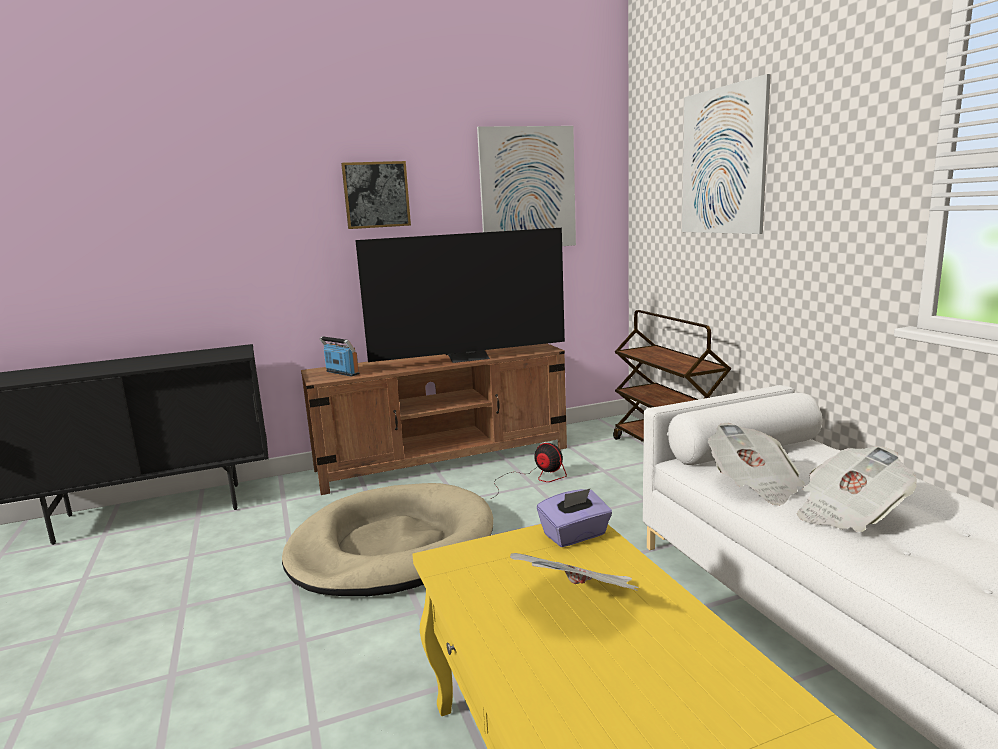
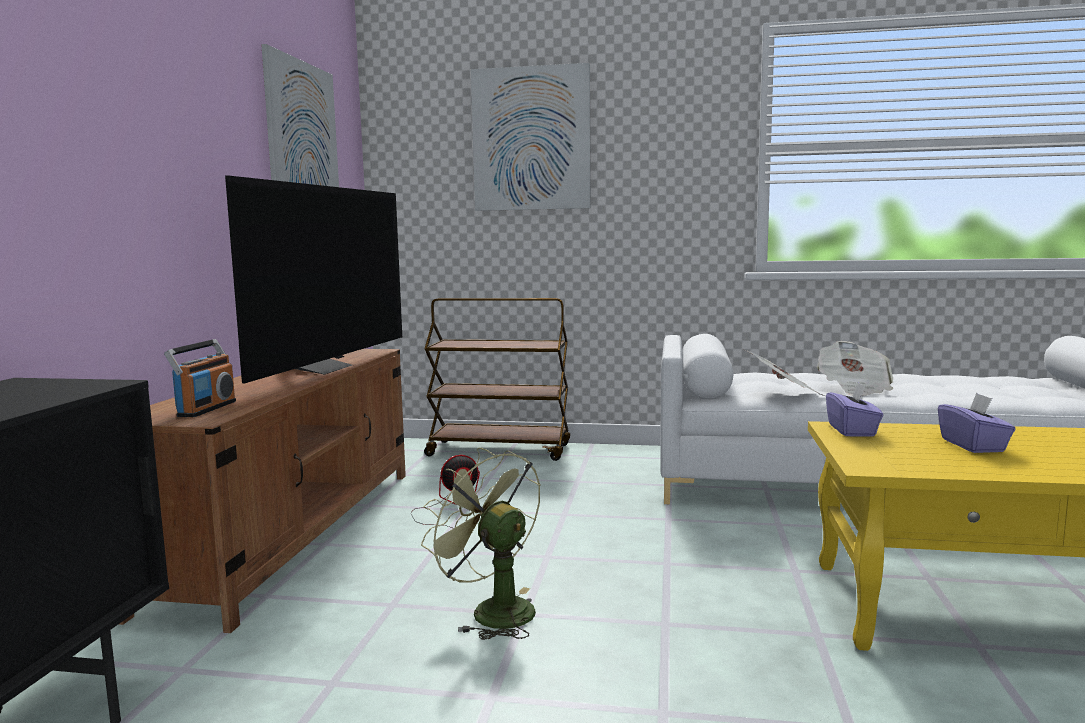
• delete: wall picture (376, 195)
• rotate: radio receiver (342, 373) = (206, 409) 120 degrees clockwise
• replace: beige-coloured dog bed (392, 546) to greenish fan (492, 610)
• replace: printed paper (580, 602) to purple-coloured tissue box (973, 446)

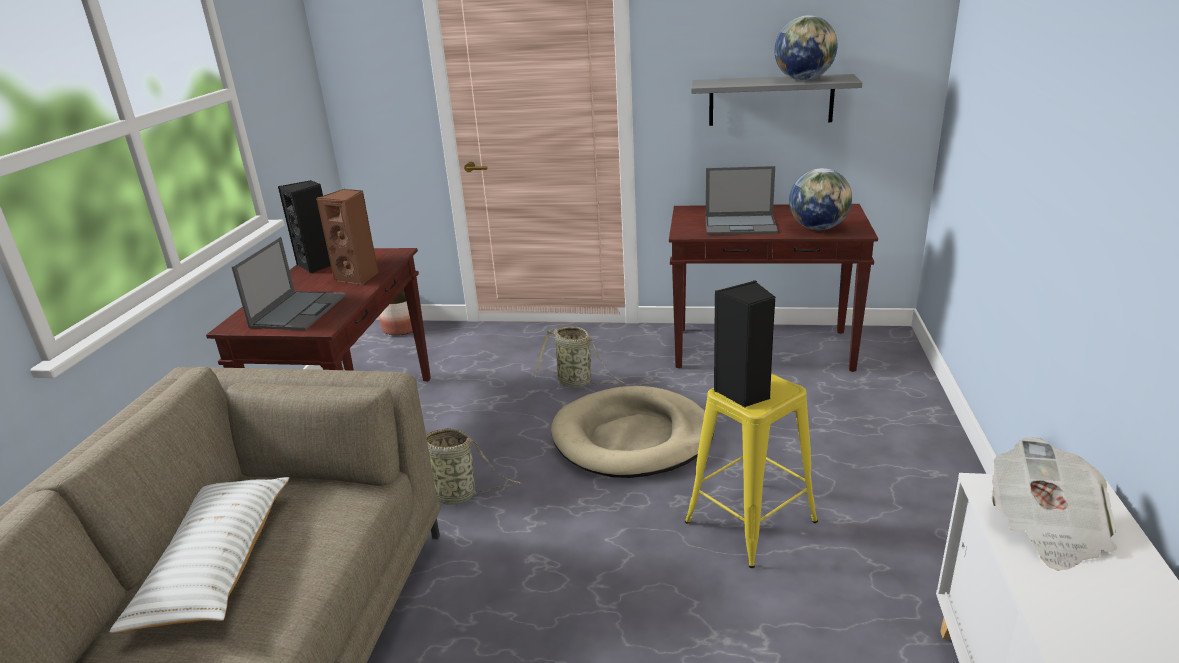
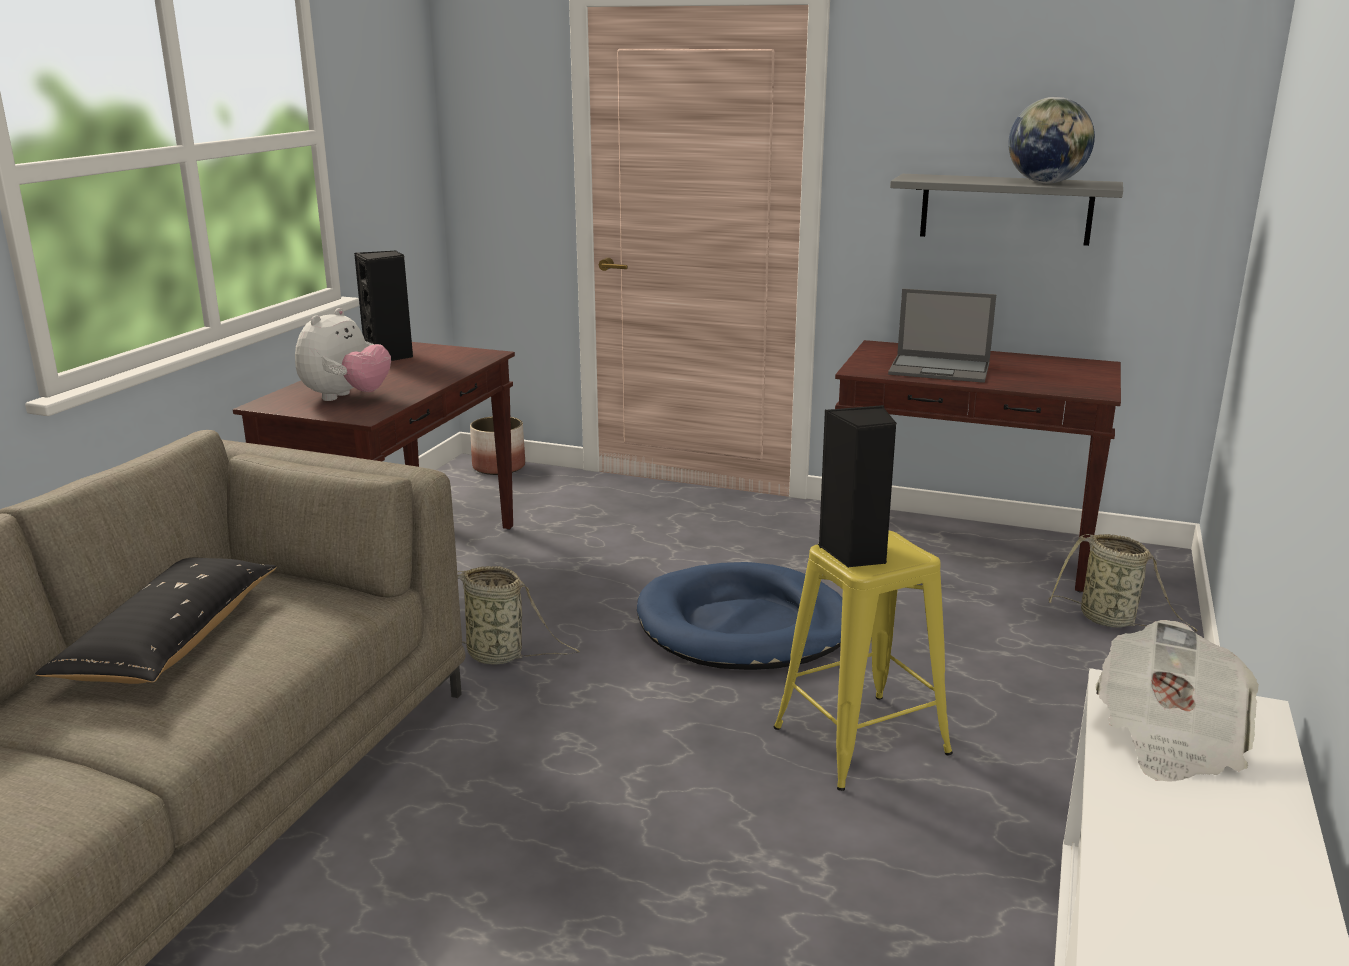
• delete: desk globe (818, 228)
• delete: brownish speaker (359, 277)
• replace: notebook computer (299, 310) to soft toy (346, 398)
• move: storage basket (577, 382) to (1111, 620)
• recolor: beige-coloured dog bed (632, 438) to blue-coloured dog bed (744, 626)
• recolor: white-coloured throw pillow (217, 564) to black-coloured throw pillow (171, 641)

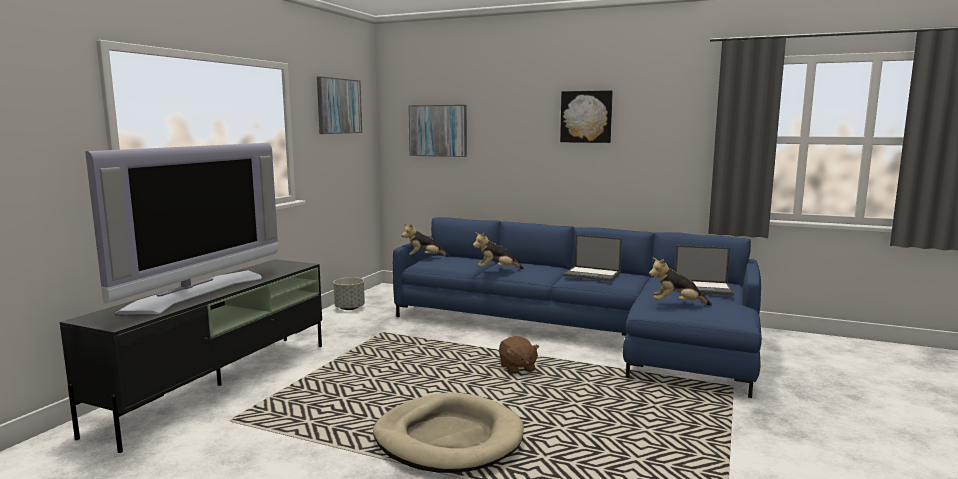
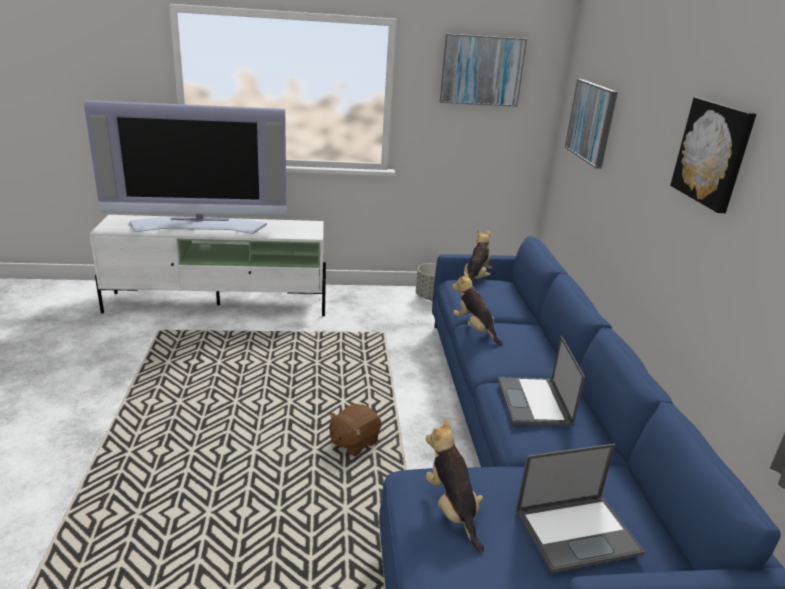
• rotate: soft toy (424, 258) = (476, 278) 60 degrees clockwise
• rotate: notebook computer (703, 288) = (578, 531) 90 degrees counterclockwise
• recolor: black-coloured tv stand (221, 384) to white-coloured tv stand (219, 304)
• delete: beige-coloured dog bed (448, 438)

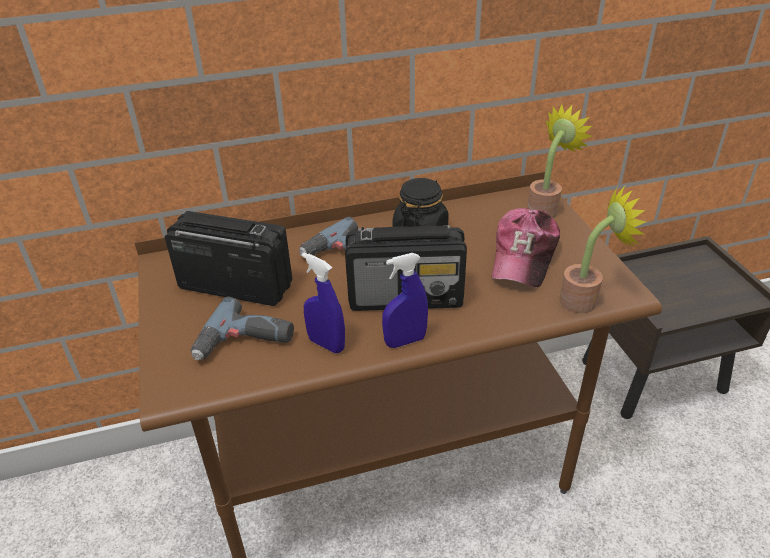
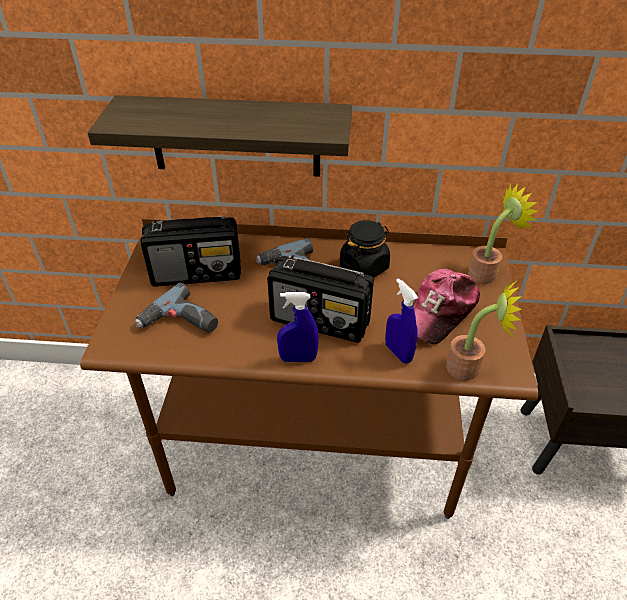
• rotate: radio receiver (235, 286) = (197, 273) 135 degrees clockwise
• move: blue-coloured hand sprayer (326, 344) to (398, 353)
• insert: shelf (235, 137)

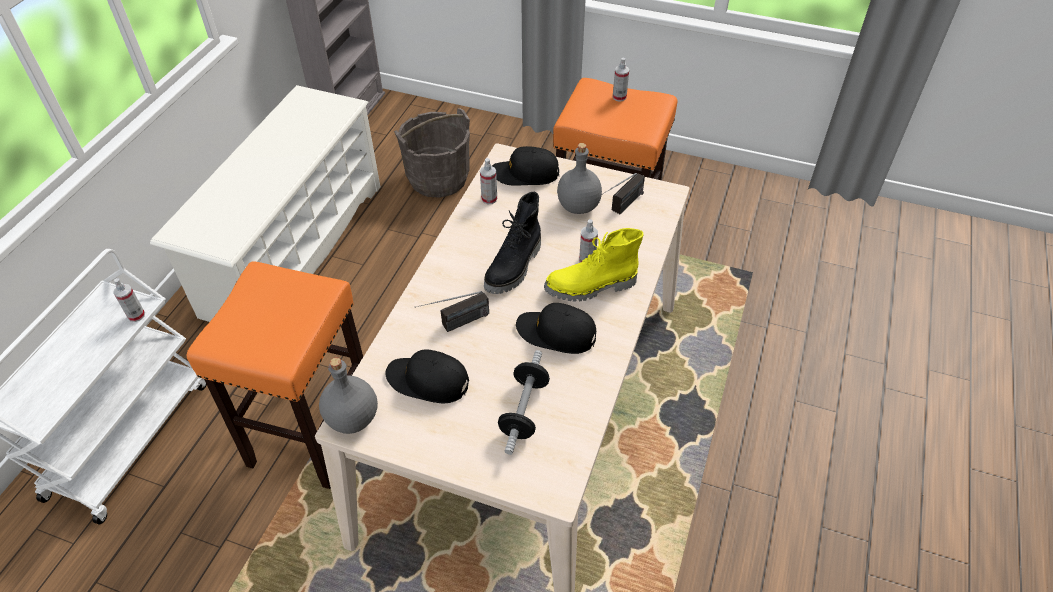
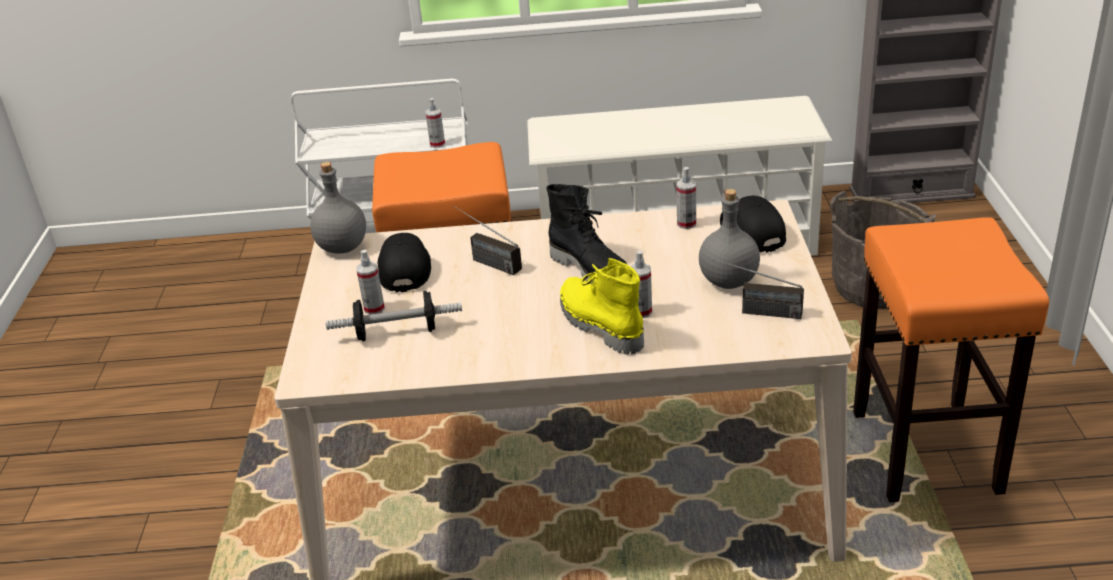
• move: hand sprayer (619, 97) to (374, 308)
• rotate: black-coloured high-top boot (515, 267) = (592, 270) 135 degrees counterclockwise
• delete: black-coloured cap (556, 333)

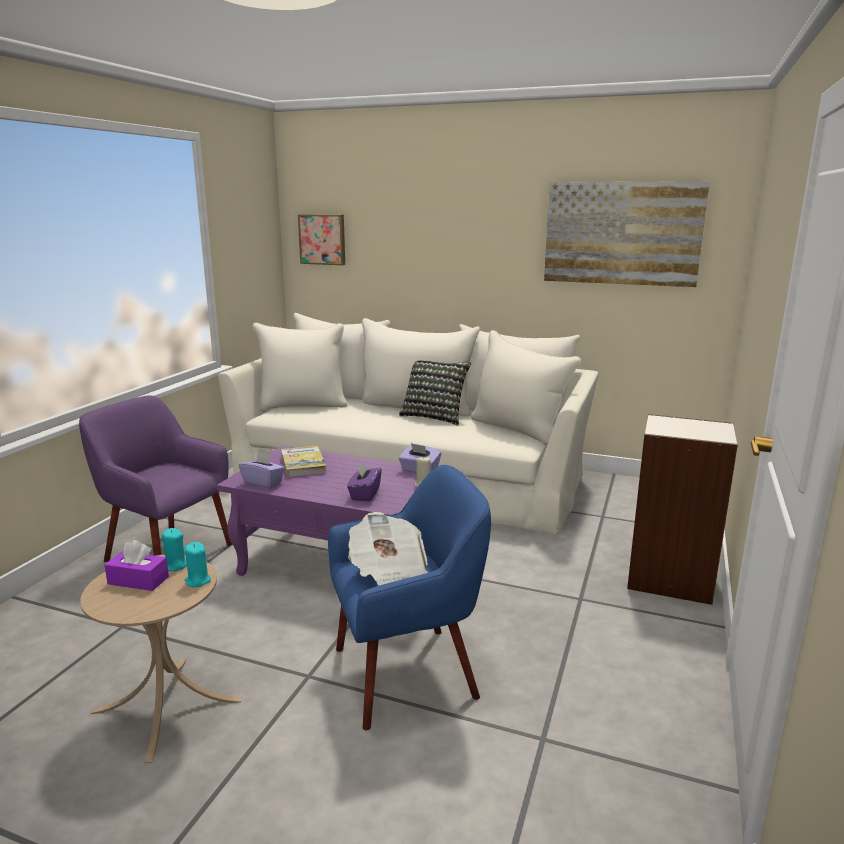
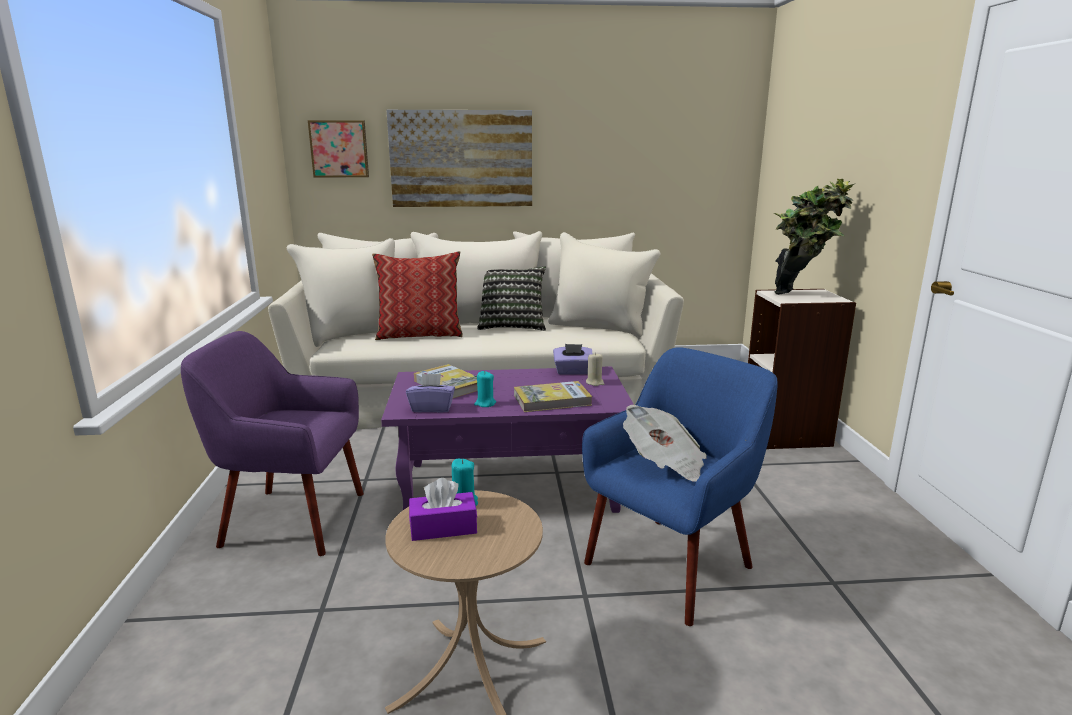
• move: wall picture (622, 233) to (461, 159)
• replace: purple-coloured tissue box (364, 494) to book (552, 400)
• move: turquoise-coloured wax candle (197, 581) to (485, 404)
• insert: plant in a pot (802, 295)
• insert: throw pillow (420, 334)

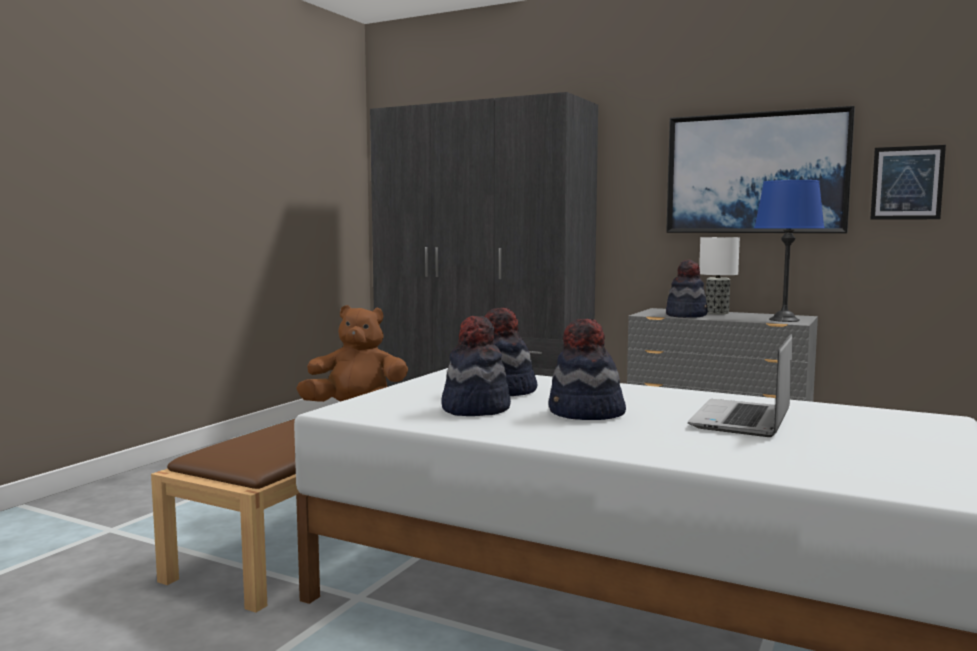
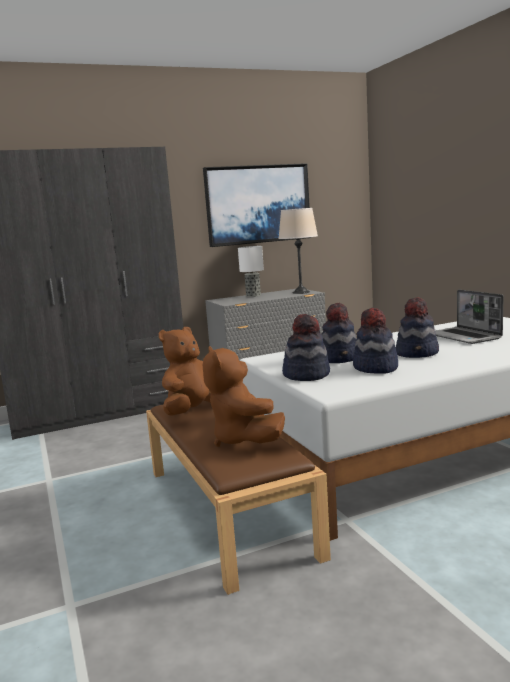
• delete: wall picture (907, 183)
• recolor: blue-coloured table lamp (783, 320) to beige-coloured table lamp (301, 292)
• move: wearable hat (686, 315) to (306, 375)
• insert: brownish soft toy (244, 440)

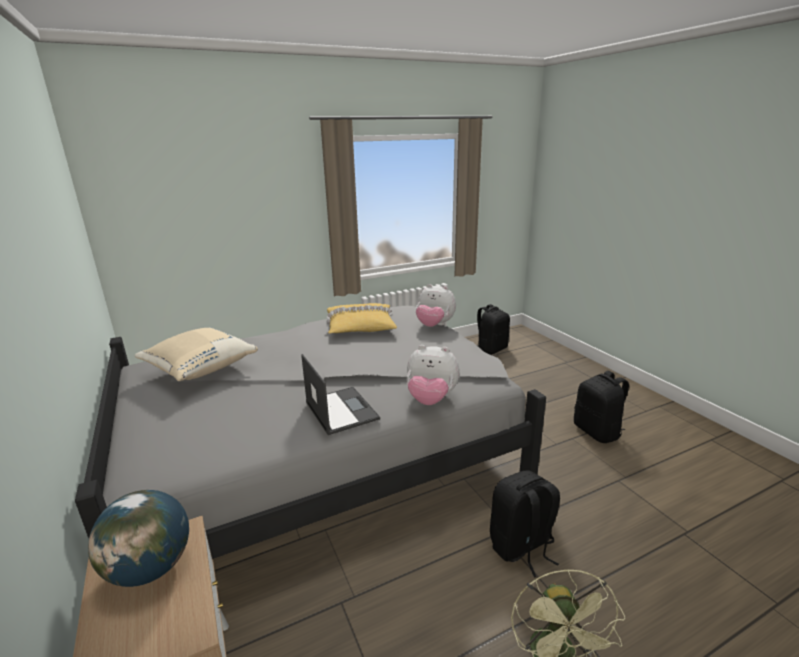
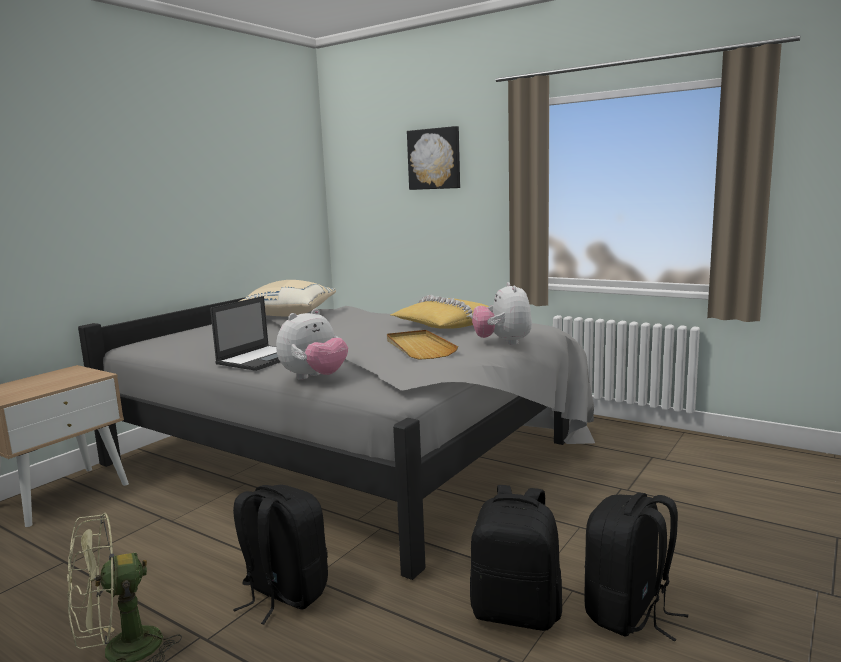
• move: black-coloured knapsack (491, 349) to (516, 612)
• rotate: soft toy (431, 399) = (314, 378) 120 degrees counterclockwise
• delete: desk globe (150, 567)
• insert: wall picture (434, 159)
• insert: beige-coloured serving tray (419, 347)

